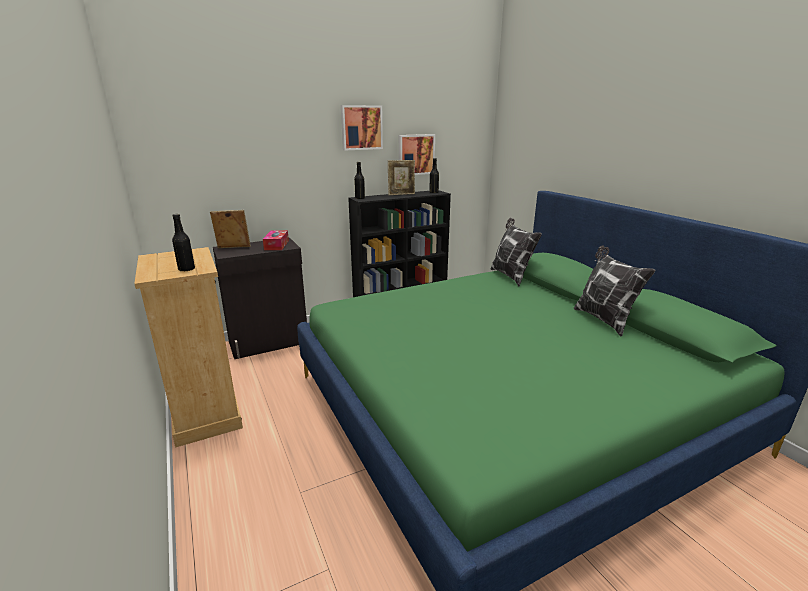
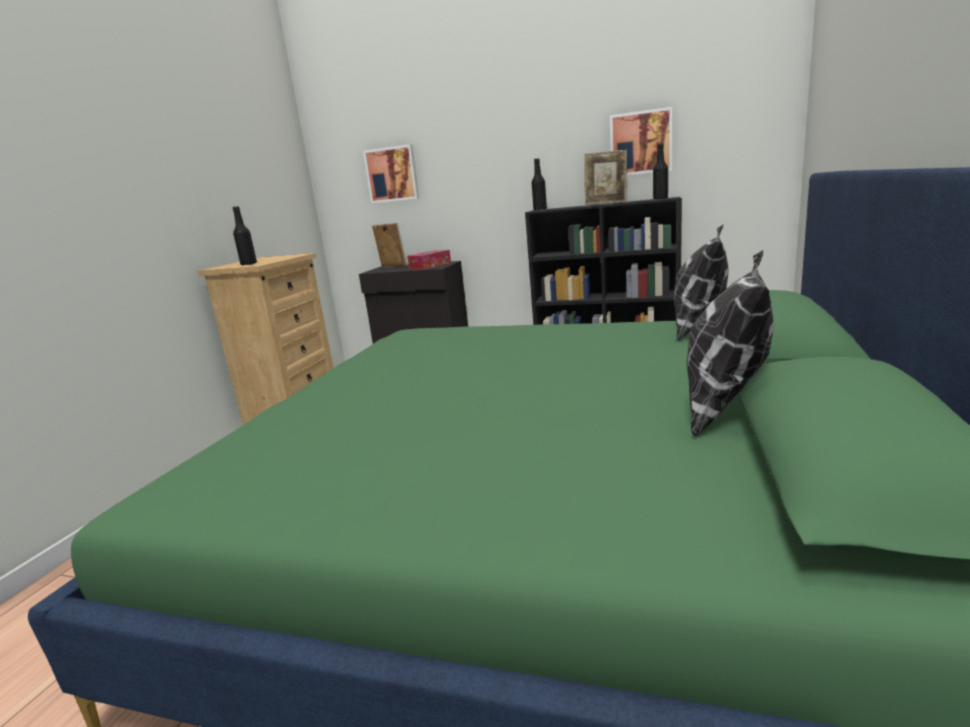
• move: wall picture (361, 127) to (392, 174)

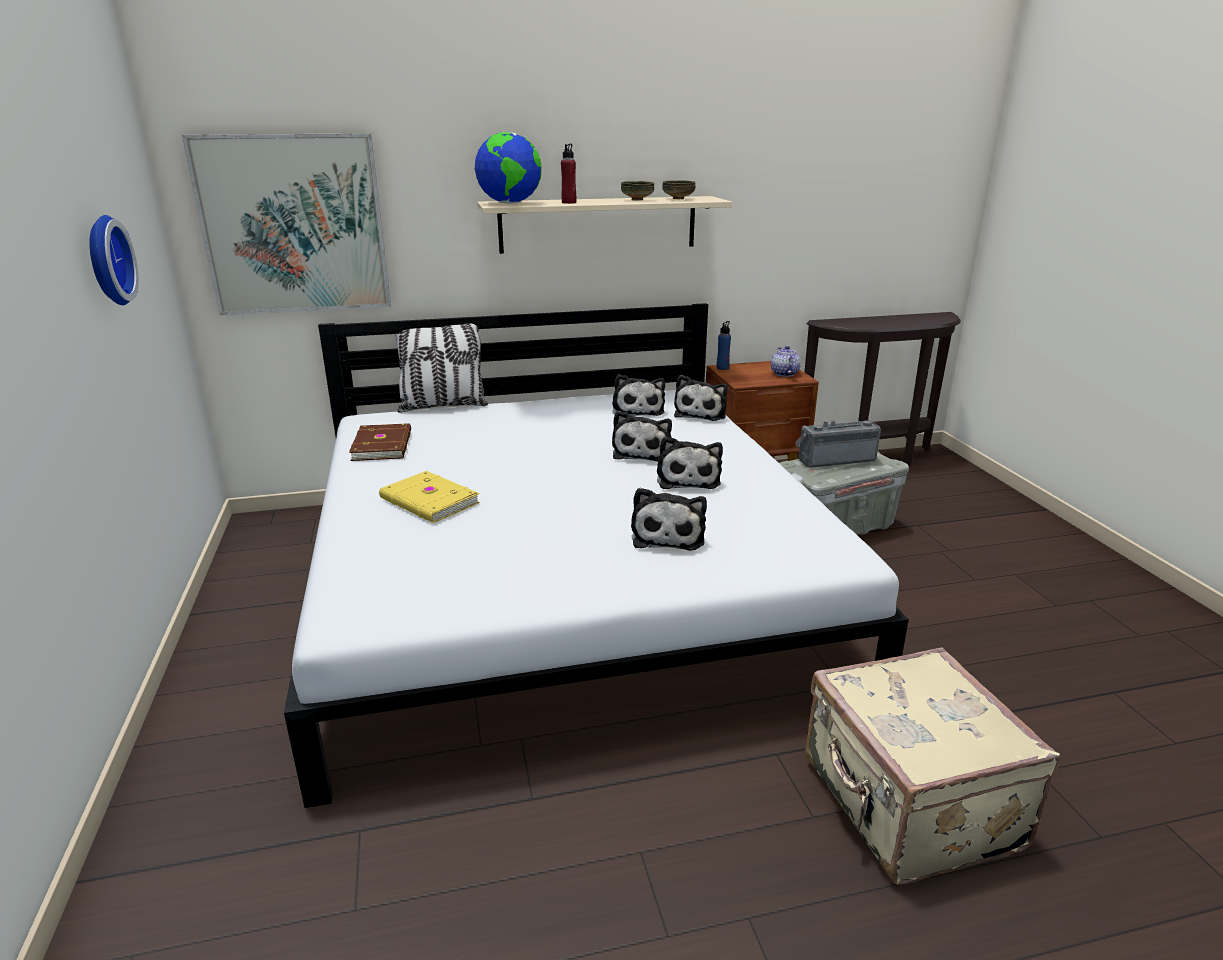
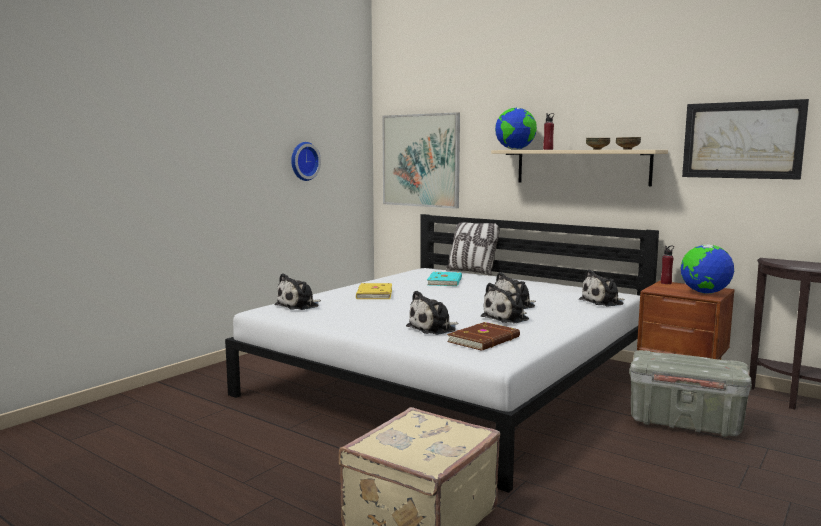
• recolor: blue-coloured bottle (722, 368) to reddish bottle (666, 283)
• replace: pot for tea (784, 374) to desk globe (704, 293)
• move: soft toy (637, 410) to (299, 306)
• delete: radio receiver (835, 459)
• move: brownish book (383, 445) to (485, 340)
• insert: wall picture (742, 140)
• insert: turquoise-coloured book (445, 281)

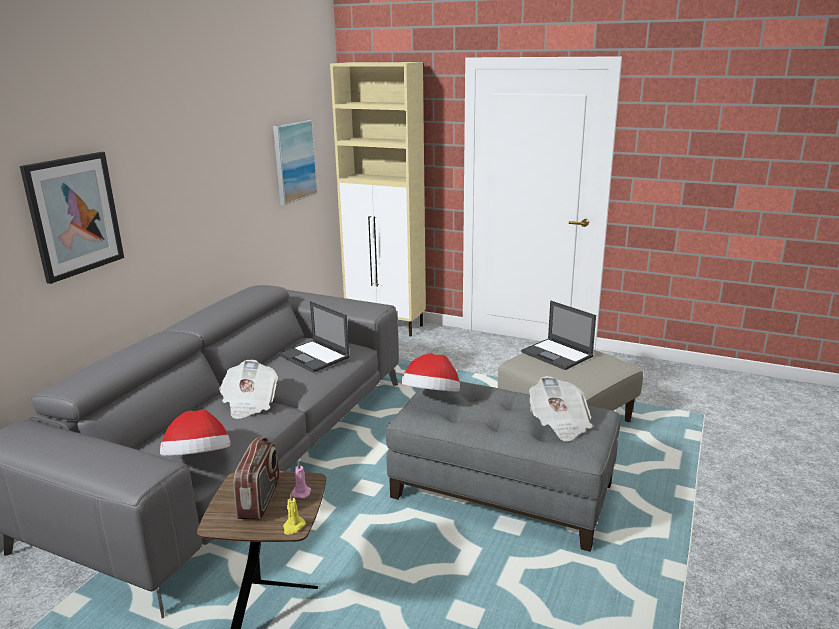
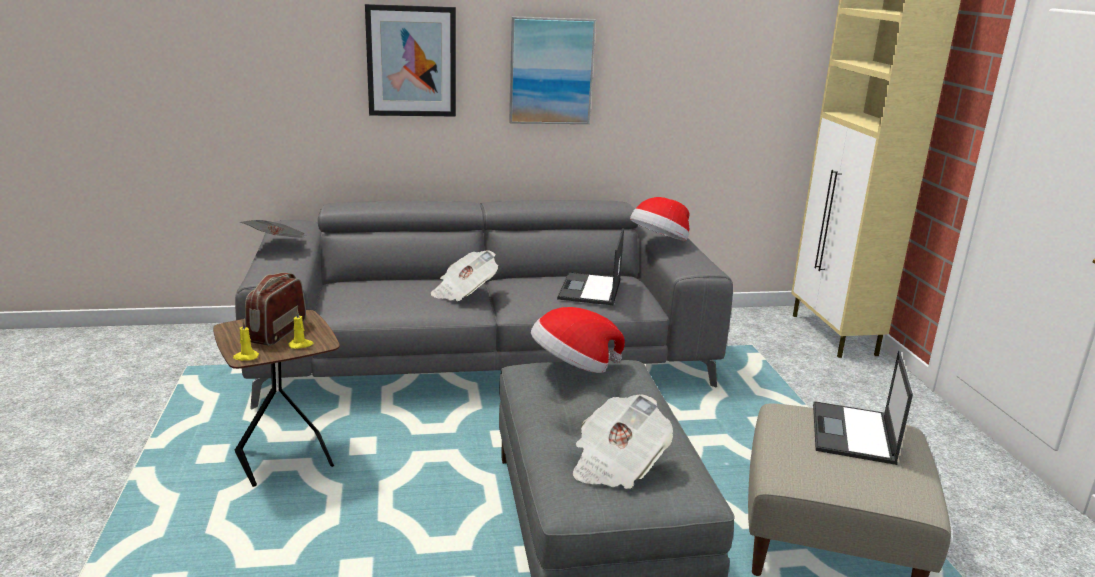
• move: wall picture (294, 161) to (551, 71)
• move: wearable hat (199, 460) to (659, 243)
• rotate: radio receiver (260, 500) = (277, 332) 135 degrees clockwise
• recolor: pink-coloured wax candle (301, 492) to yellowish wax candle (301, 345)
• insert: printed paper (278, 246)

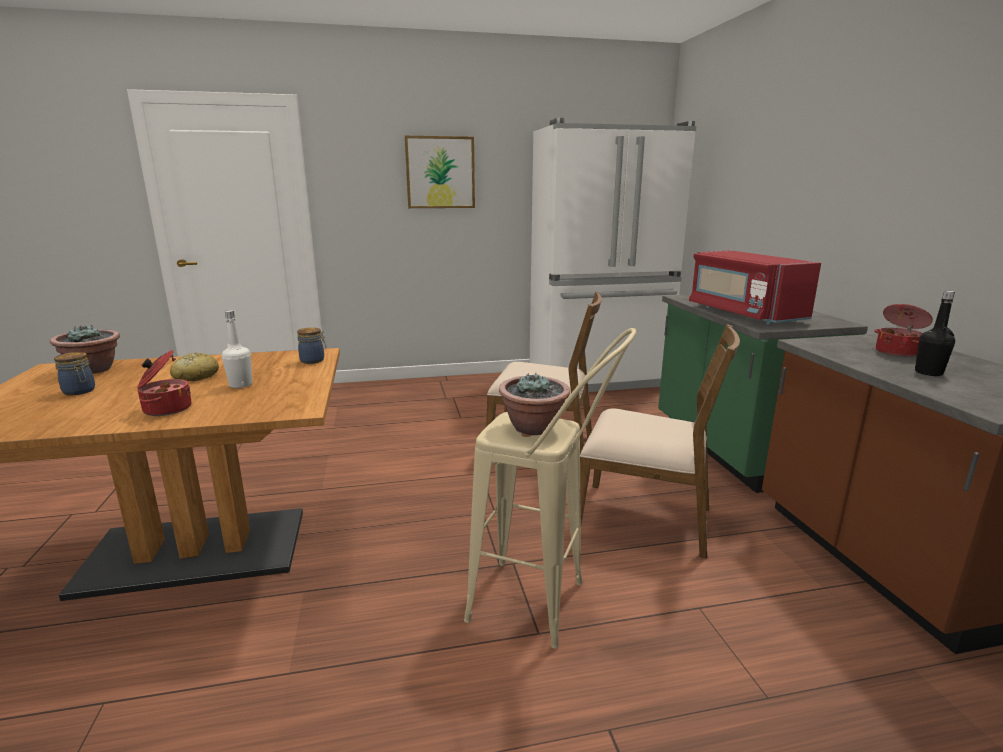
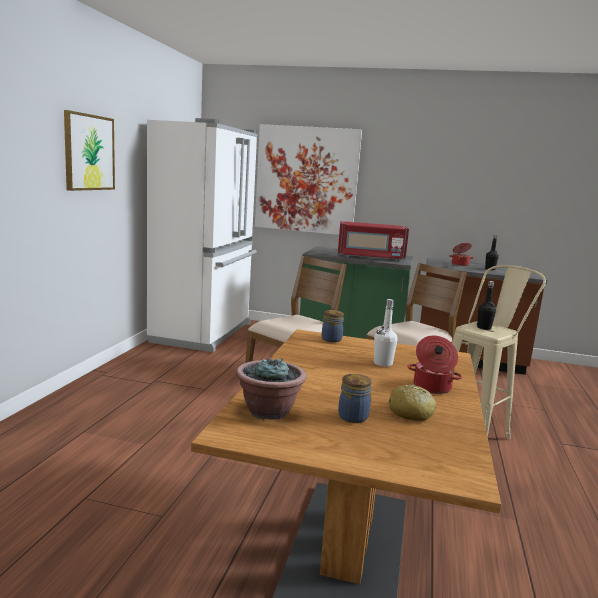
• move: baked bread (195, 376) to (411, 413)
• replace: plant in a pot (533, 428) to black-coloured bottle (484, 328)
• insert: wall picture (306, 180)

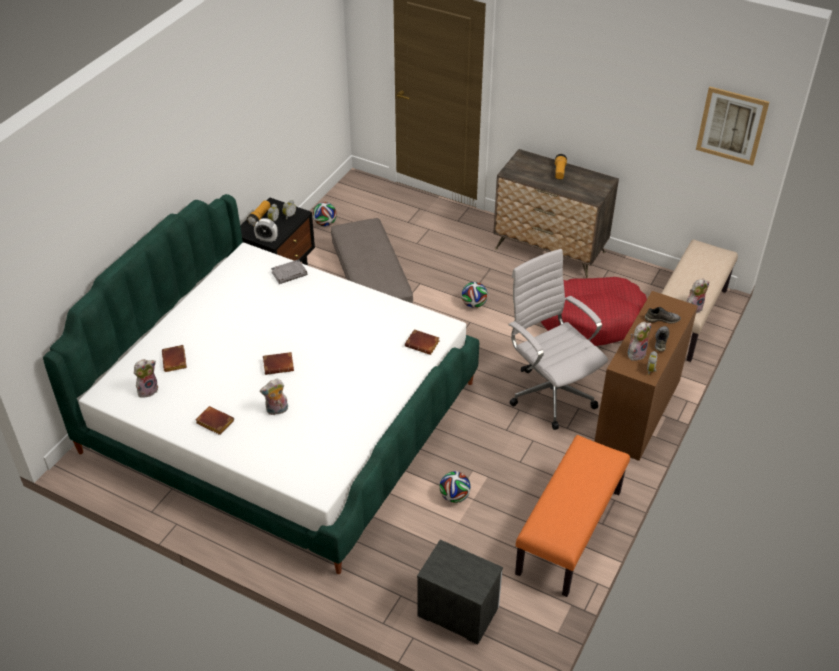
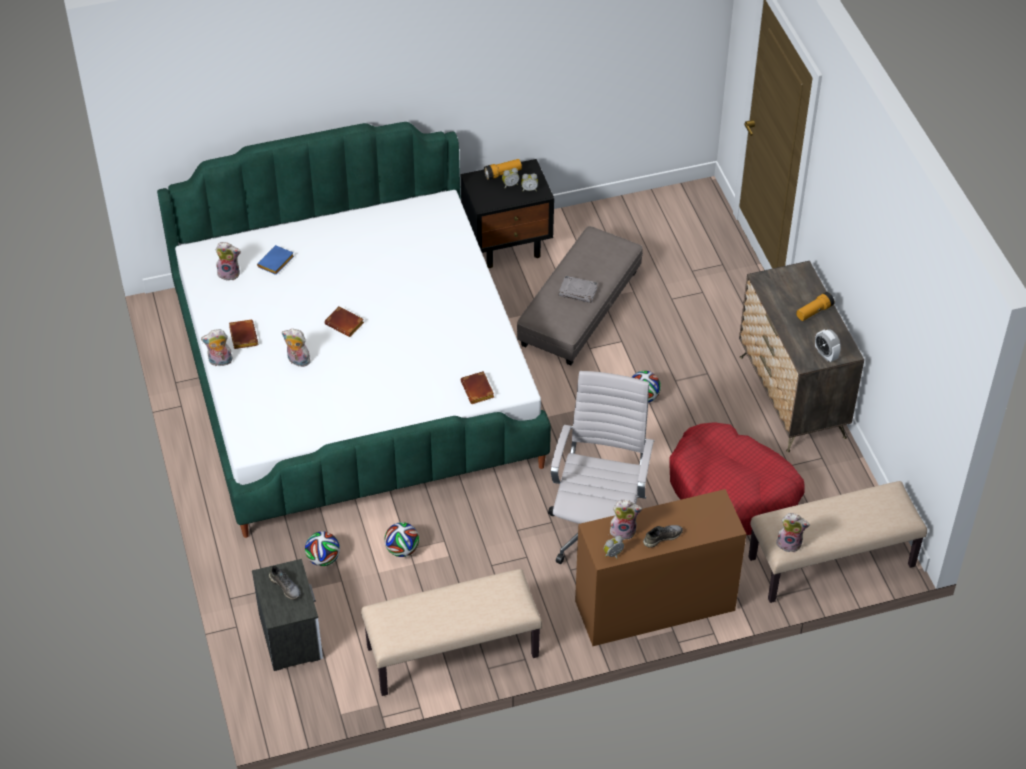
• delete: wall picture (731, 125)
• move: football (325, 223) to (323, 559)
• move: bedside clock (267, 239) to (825, 354)
• move: greyish book (289, 273) to (578, 291)
• move: greyish item of footwear (662, 319) to (285, 586)
• recolor: brownish book (175, 361) to blue-coloured book (276, 263)
• recolor: orangey long seat (570, 533) to beige-coloured long seat (452, 653)
• insert: soft toy (220, 362)

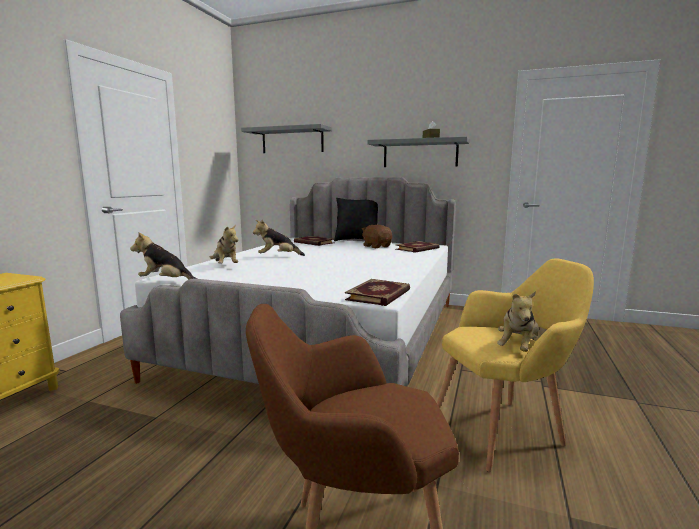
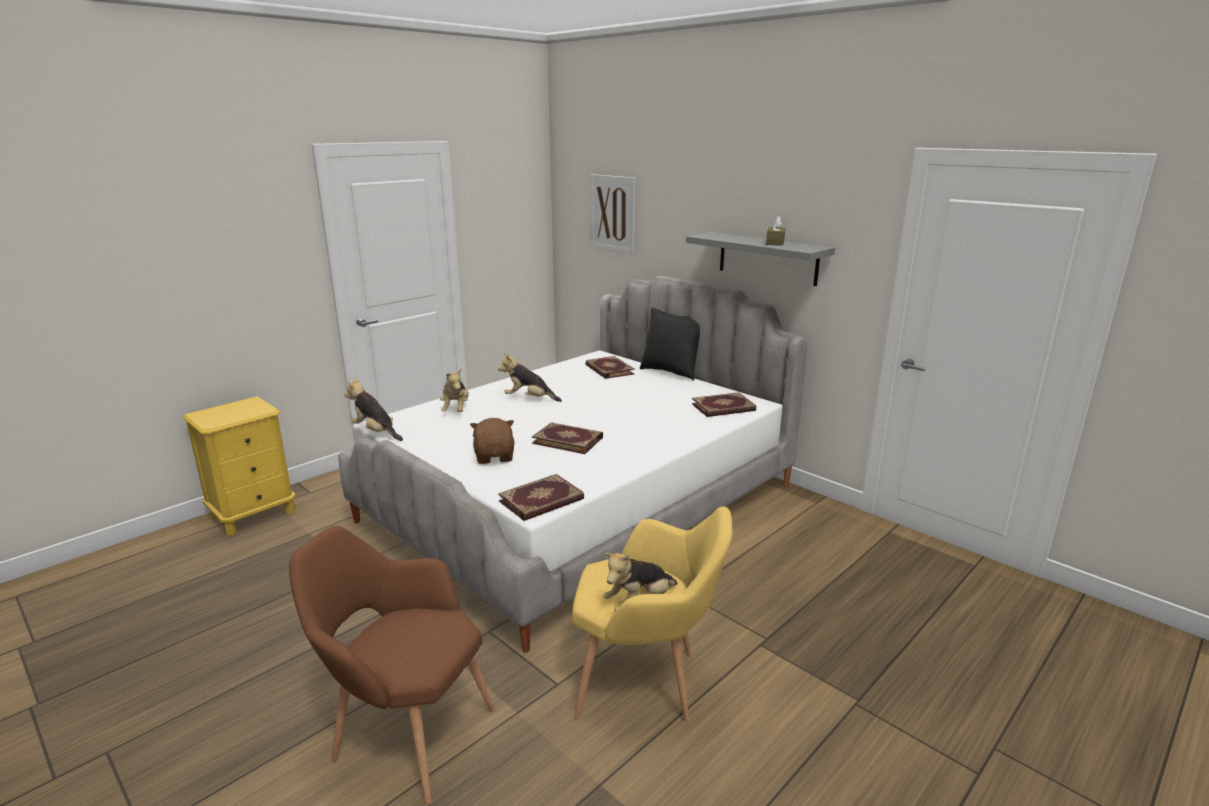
• replace: greyish shelf (292, 140) to wall picture (612, 213)
• move: brownish soft toy (376, 246) to (495, 456)
• insert: book (568, 440)

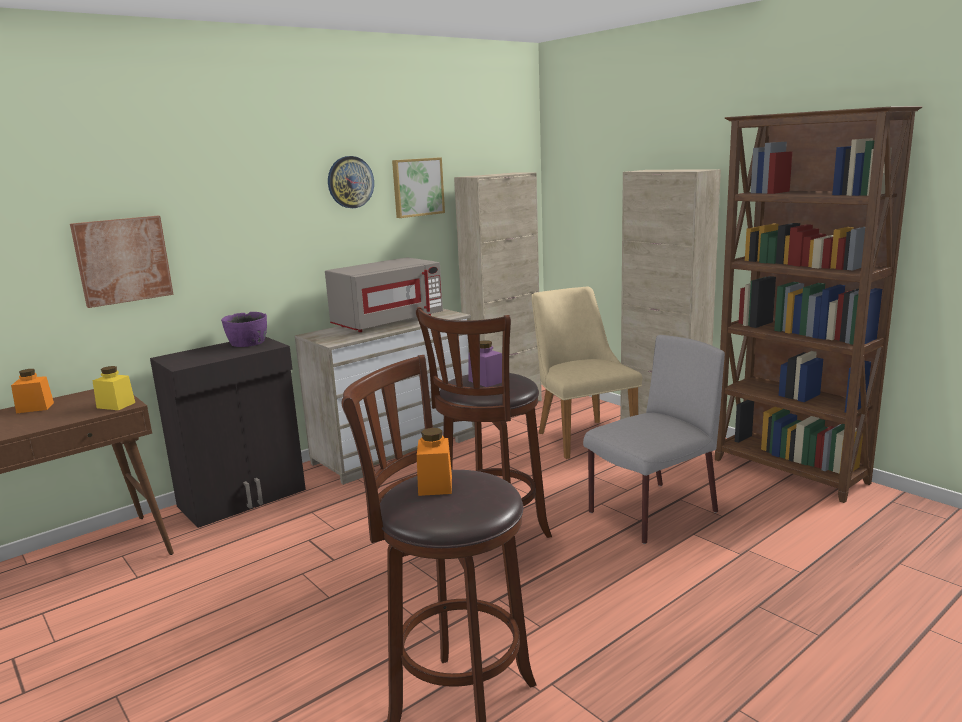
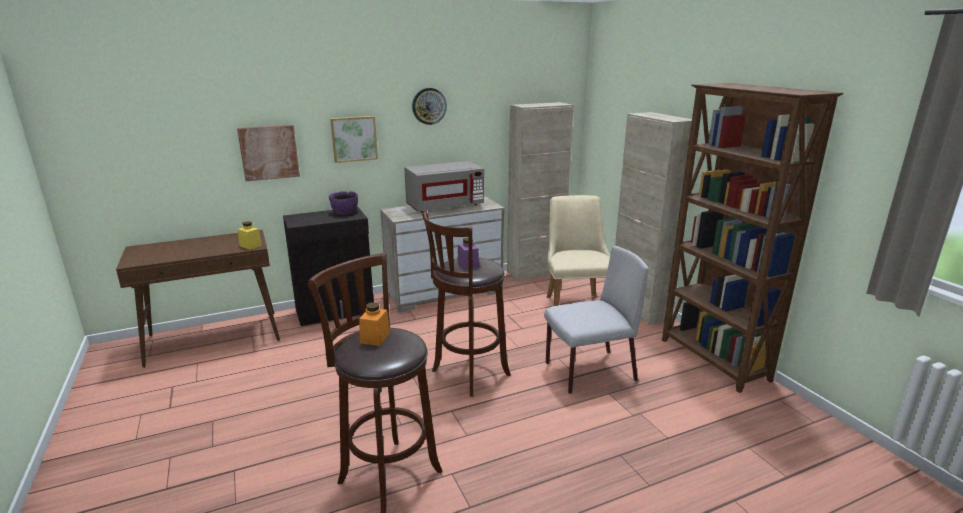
• move: wall picture (417, 187) to (354, 138)
• delete: orangey preserve jar (35, 408)

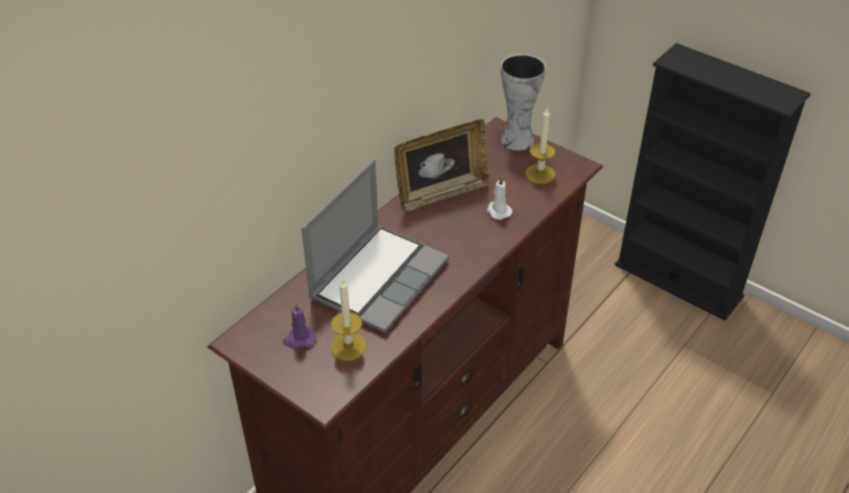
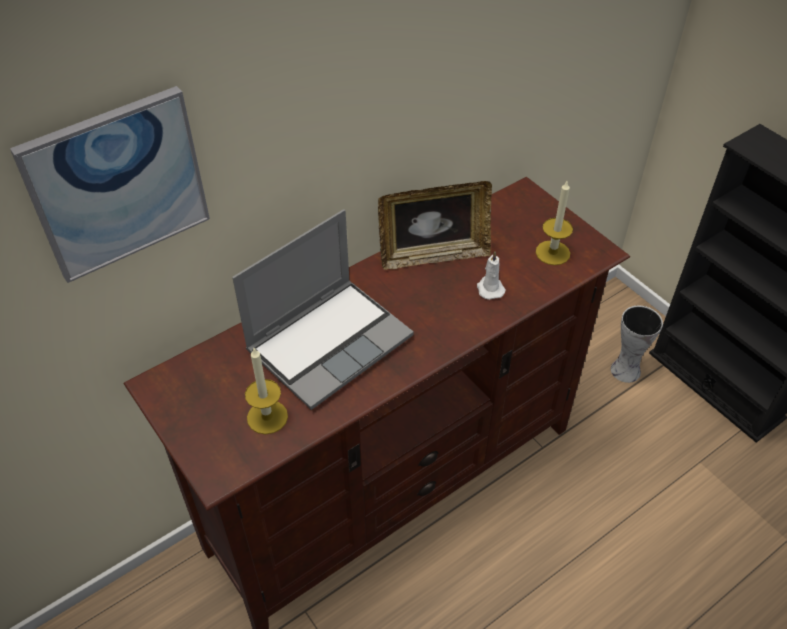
• move: flower vase (515, 139) to (624, 369)
• delete: purple-coloured wax candle (299, 339)
• insert: wall picture (117, 184)

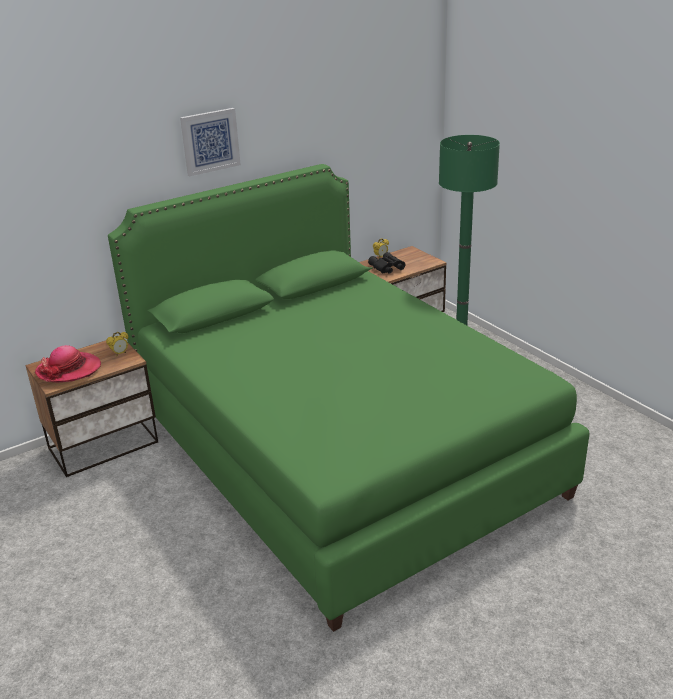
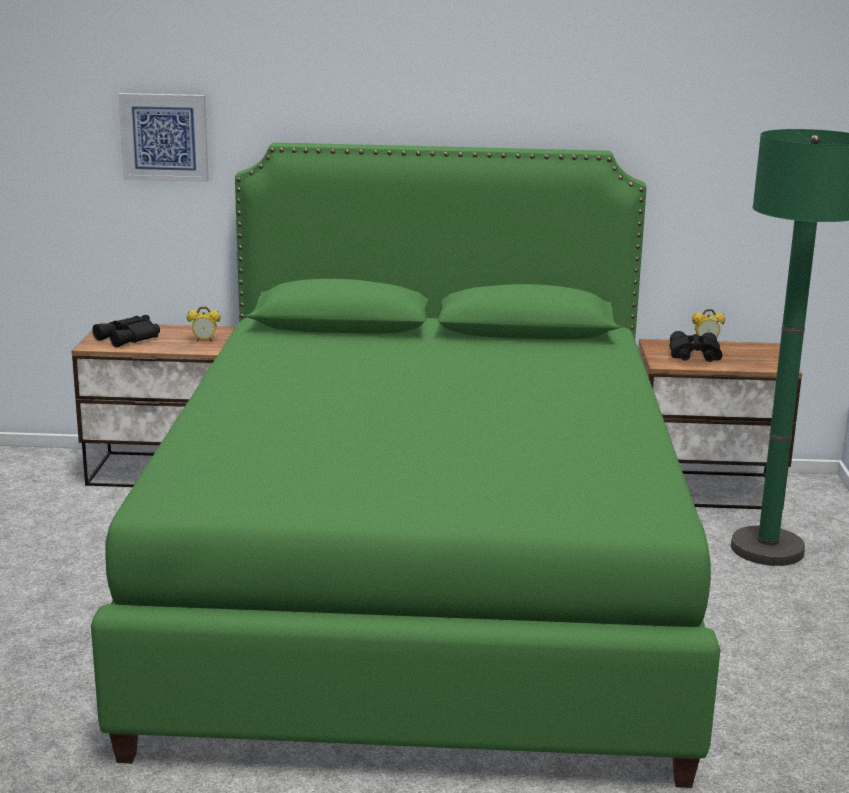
• move: wall picture (210, 141) to (164, 137)
• replace: wearable hat (69, 370) to black-coloured field glasses (130, 338)

